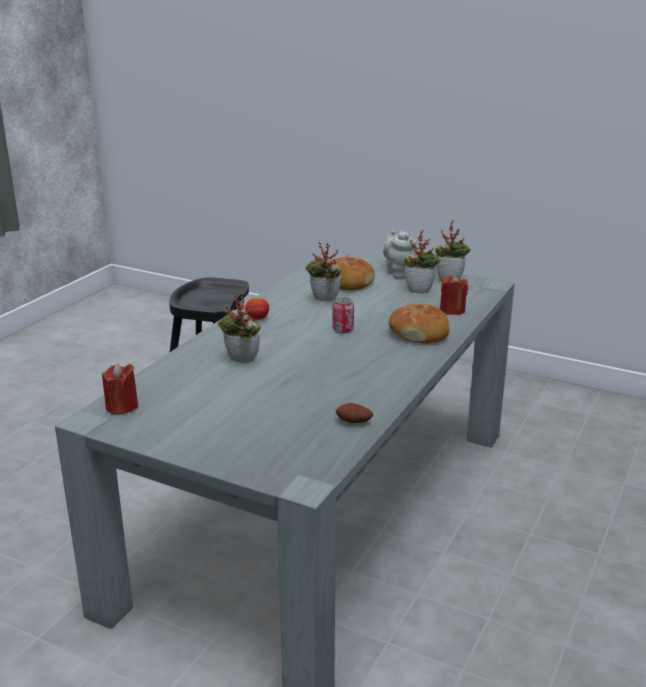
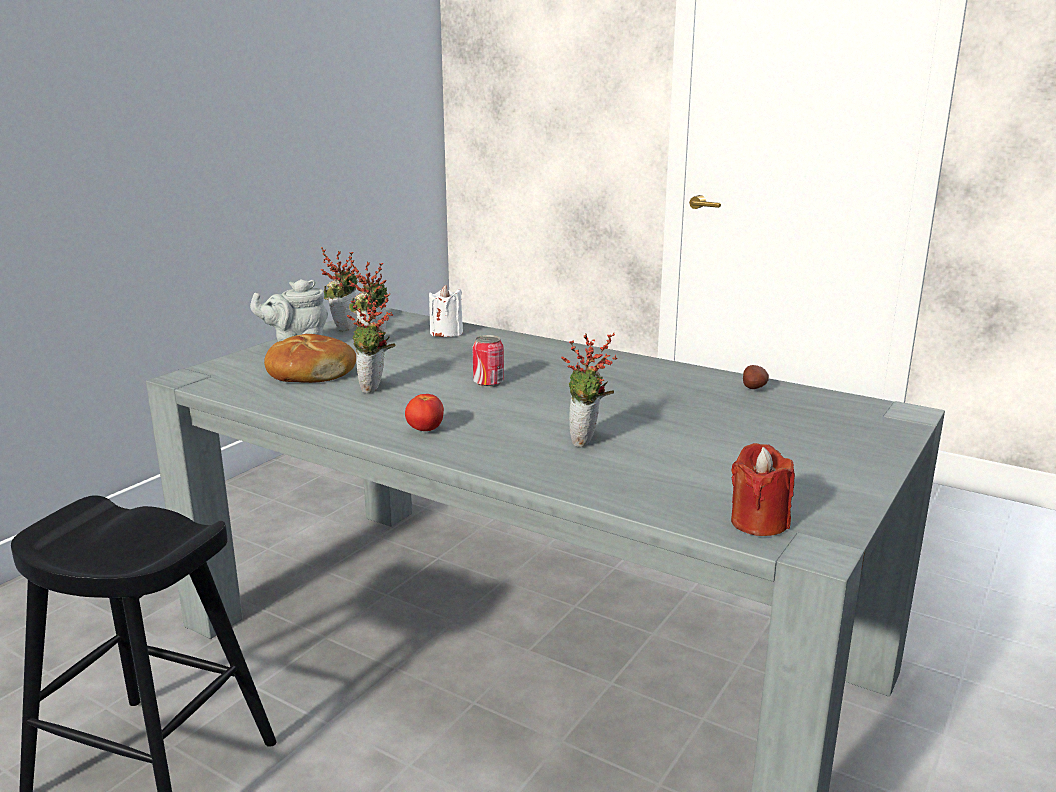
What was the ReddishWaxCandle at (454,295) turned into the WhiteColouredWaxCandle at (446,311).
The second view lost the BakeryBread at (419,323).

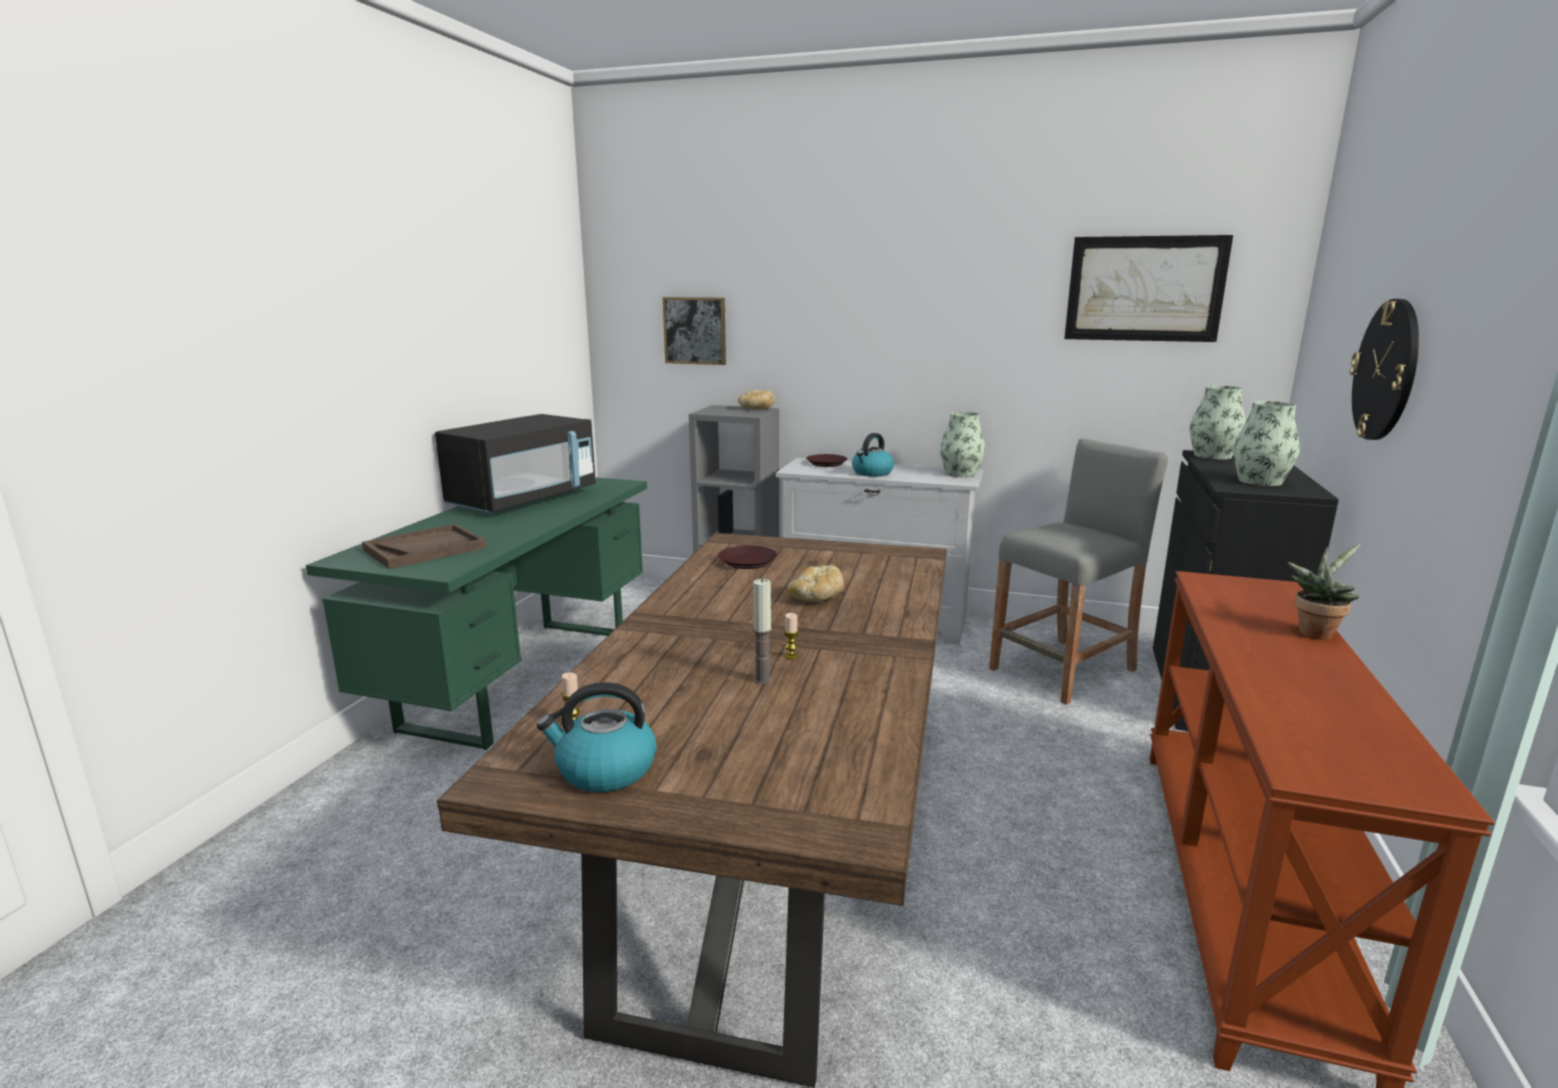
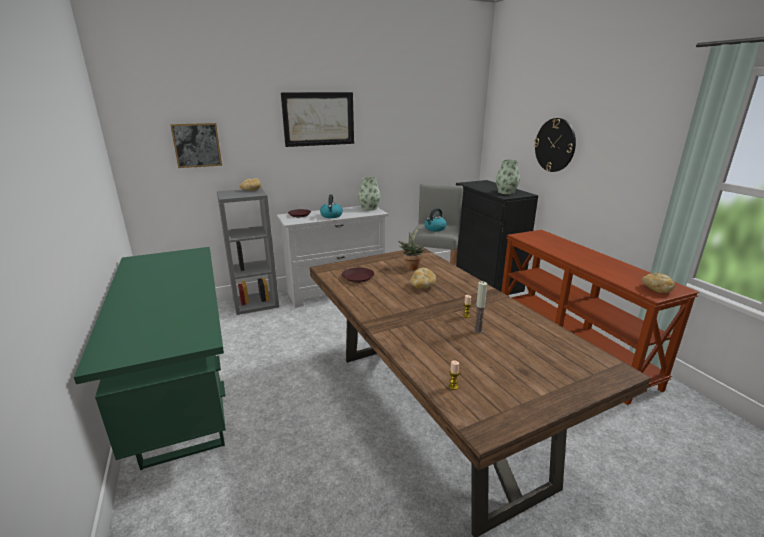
The Picture ended up elsewhere, having gone from (1148,288) to (317,119).
The second view lost the Vase at (1218,422).
The second view lost the BlackishKitchenMicrowave at (515,464).
The second view lost the BrownColouredServingTray at (424,546).
The PlantInAPot ended up elsewhere, having gone from (1324,592) to (411,249).
The Kettle ended up elsewhere, having gone from (597,737) to (436,219).
The second view gained the BakeryBread at (658,283).

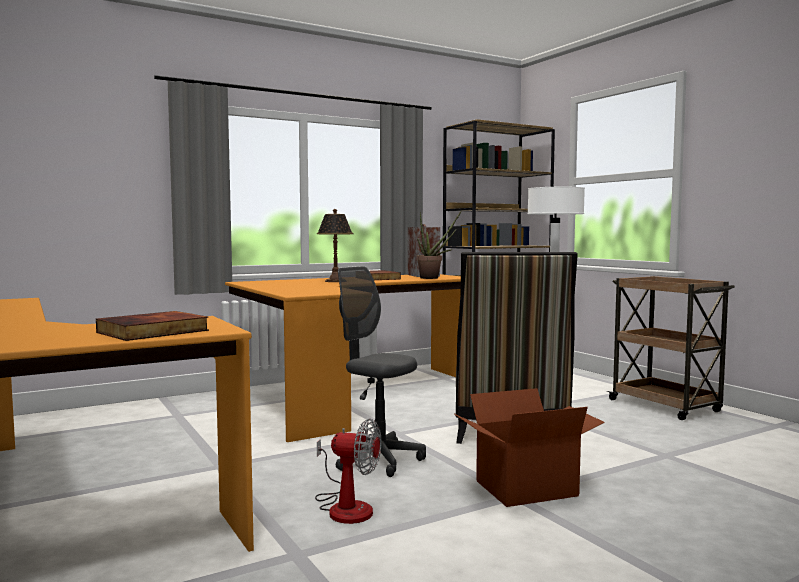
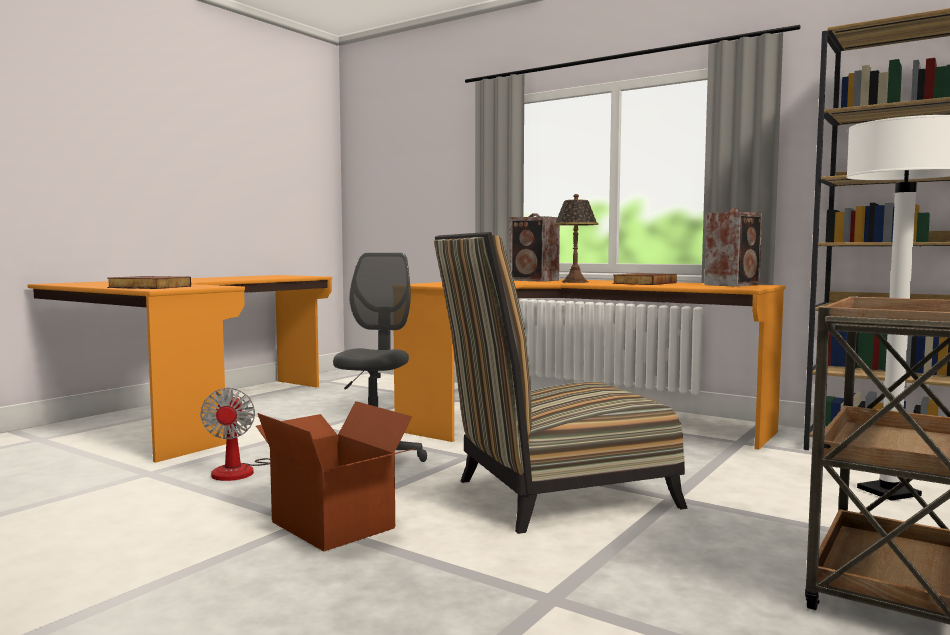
The second view lost the PlantInAPot at (439,244).
The second view gained the Loudspeaker at (534,247).

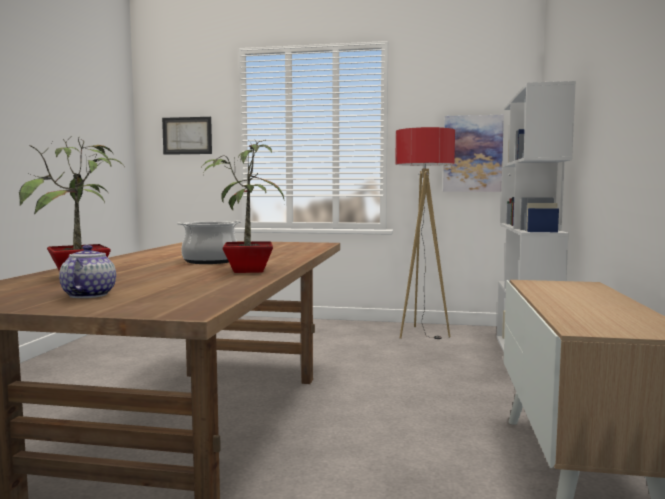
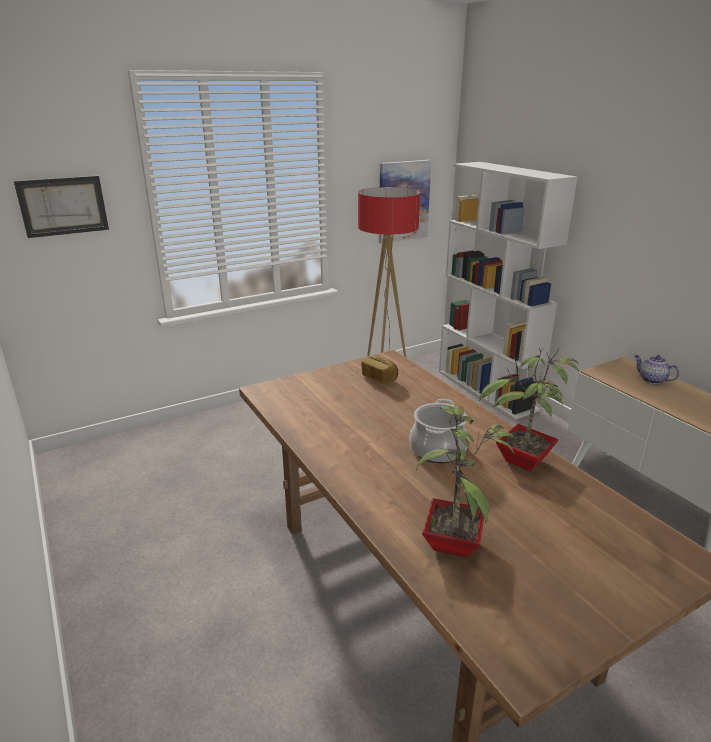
The PotForTea ended up elsewhere, having gone from (87,271) to (657,369).
The second view gained the BakeryBread at (379,370).

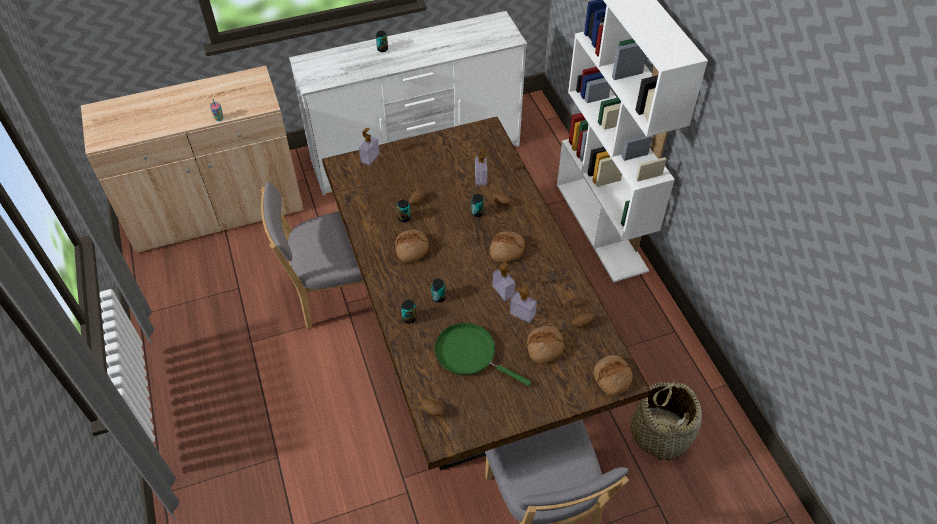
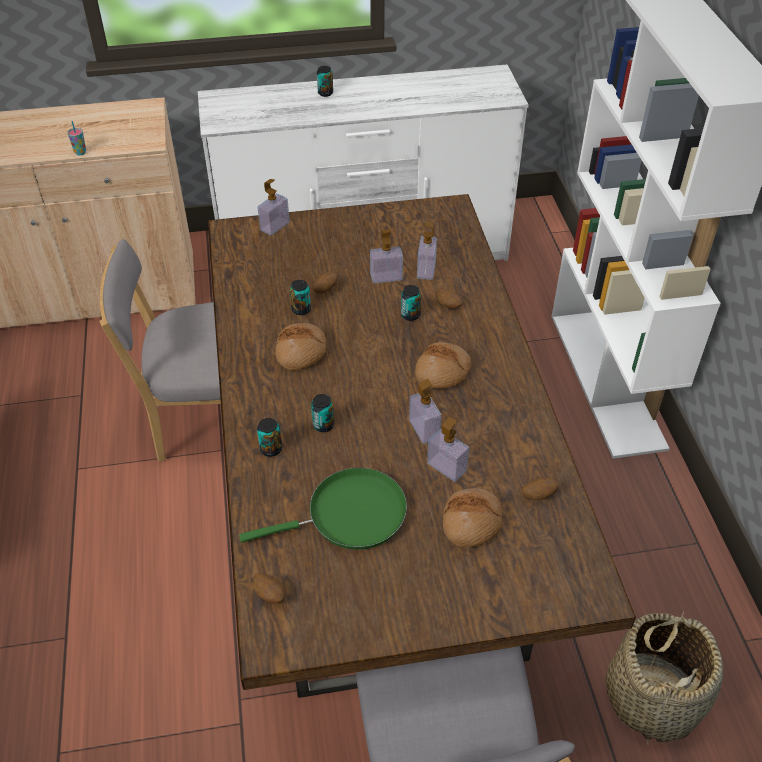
The GreenSkillet at (483,354) ended up facing another way, 120 degrees clockwise from before.
The second view lost the BakeryBread at (613,375).
The second view gained the SoapDispenser at (386,256).

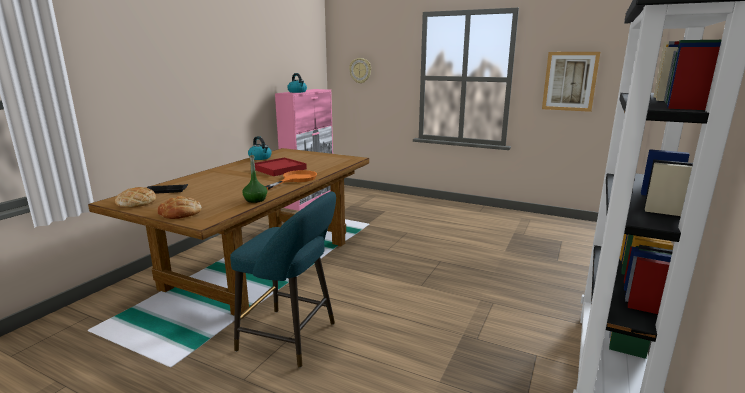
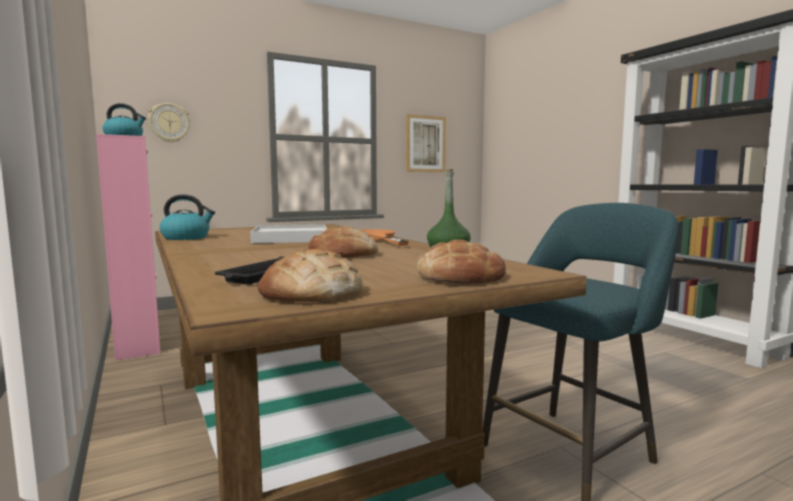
What was the ReddishServingTray at (280,166) turned into the WhiteColouredServingTray at (288,233).
The second view gained the BakeryBread at (343,242).

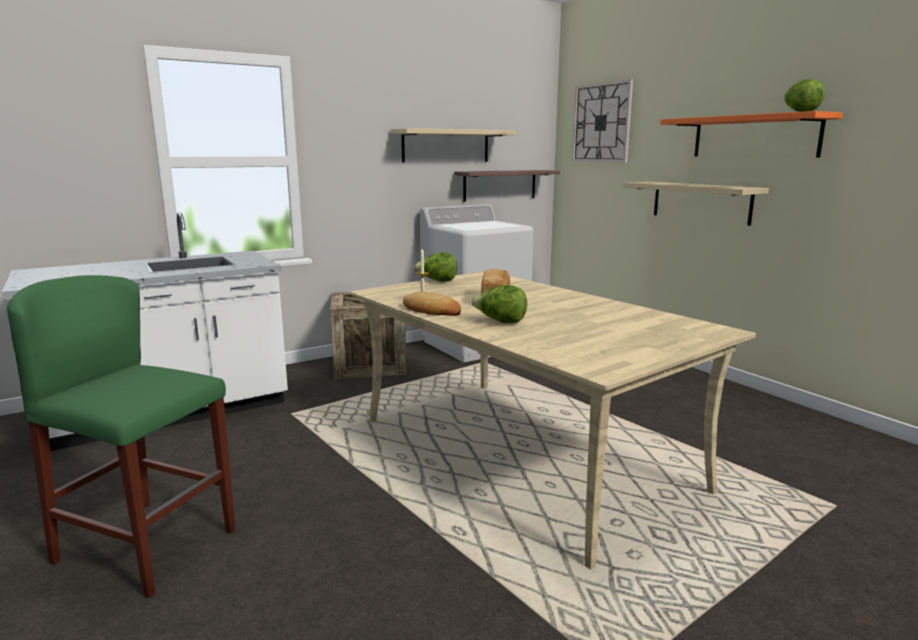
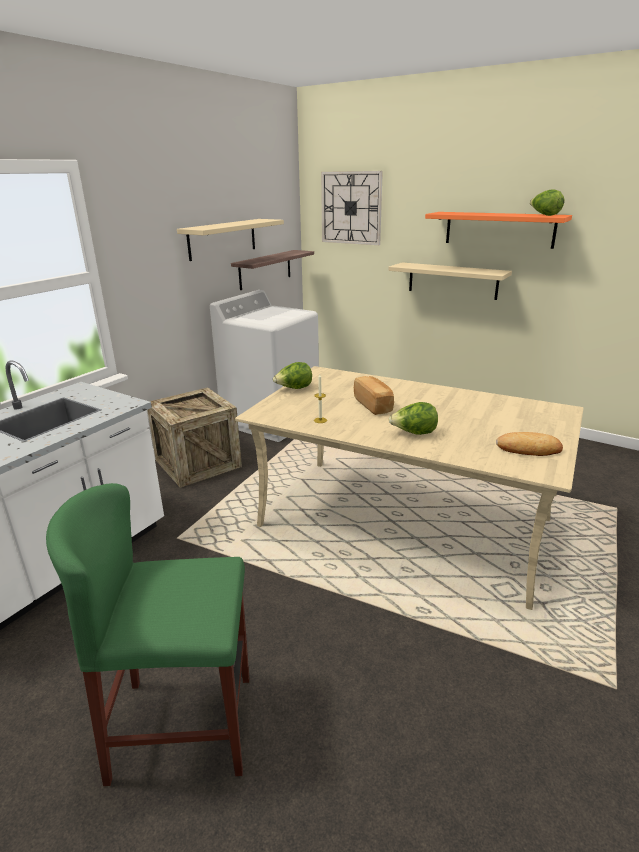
The BakeryBread ended up elsewhere, having gone from (432,304) to (529,444).

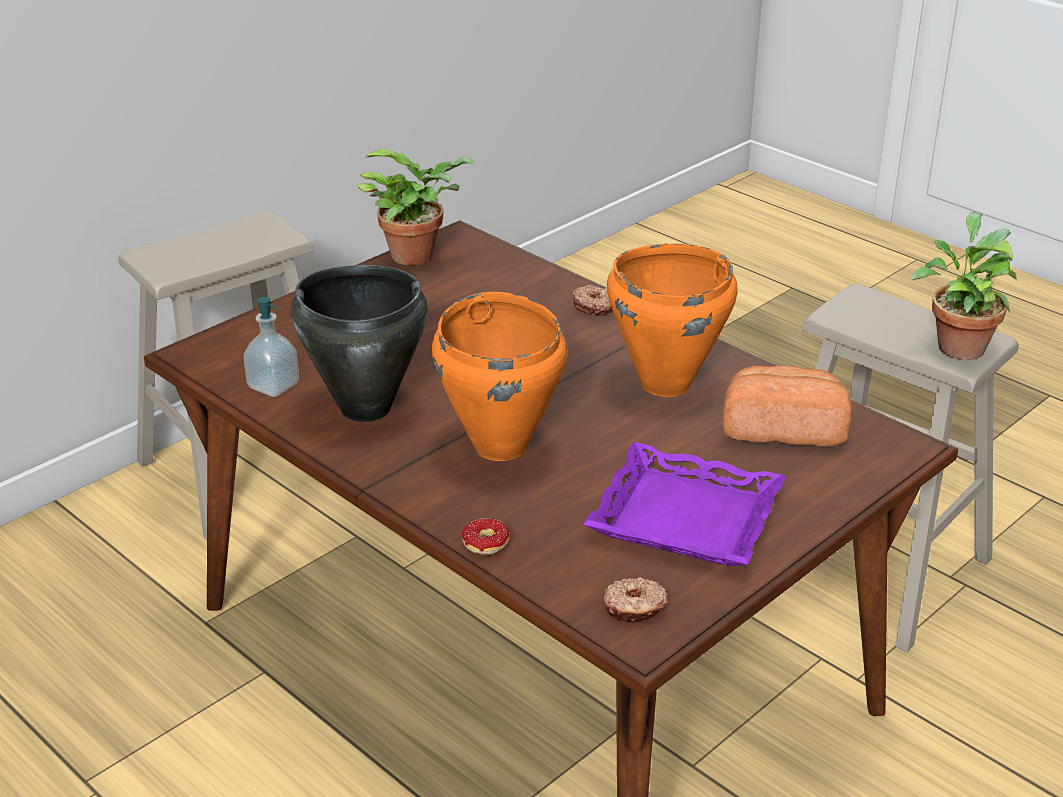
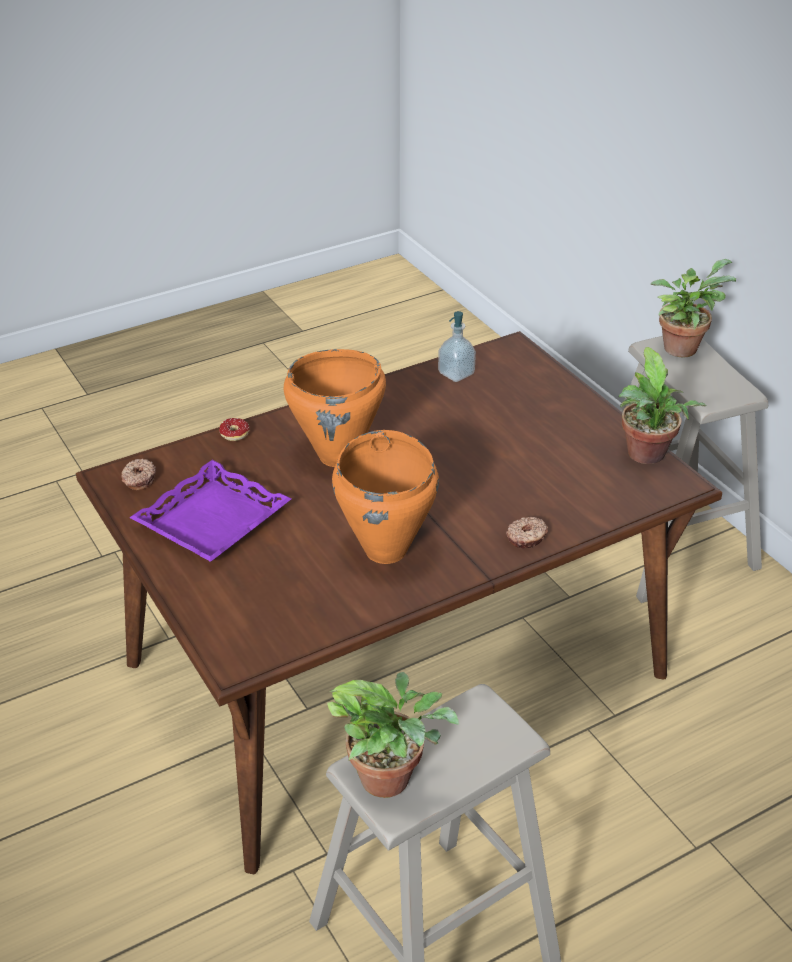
The second view lost the BlackishStockpot at (359,343).
The second view lost the BakeryBread at (787,406).
The second view gained the PlantInAPot at (693,308).

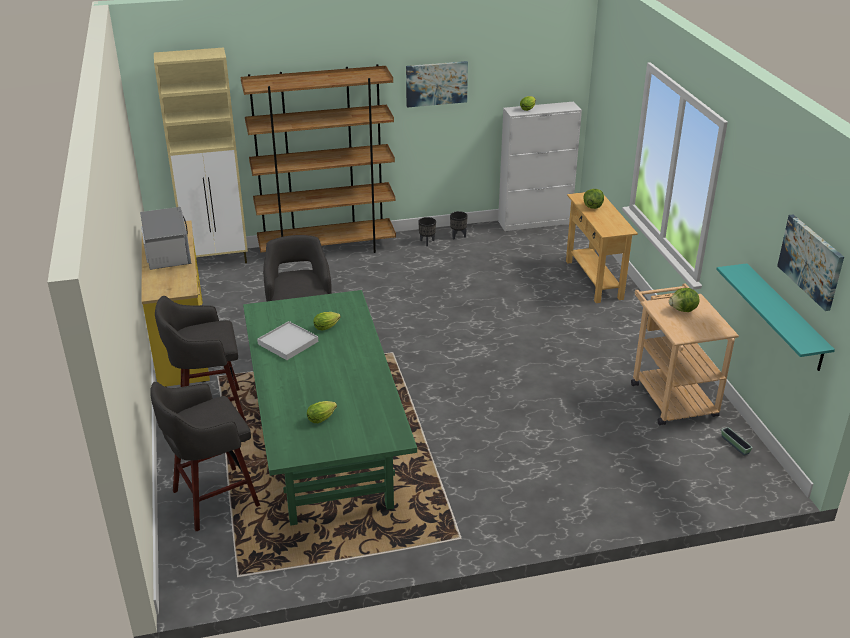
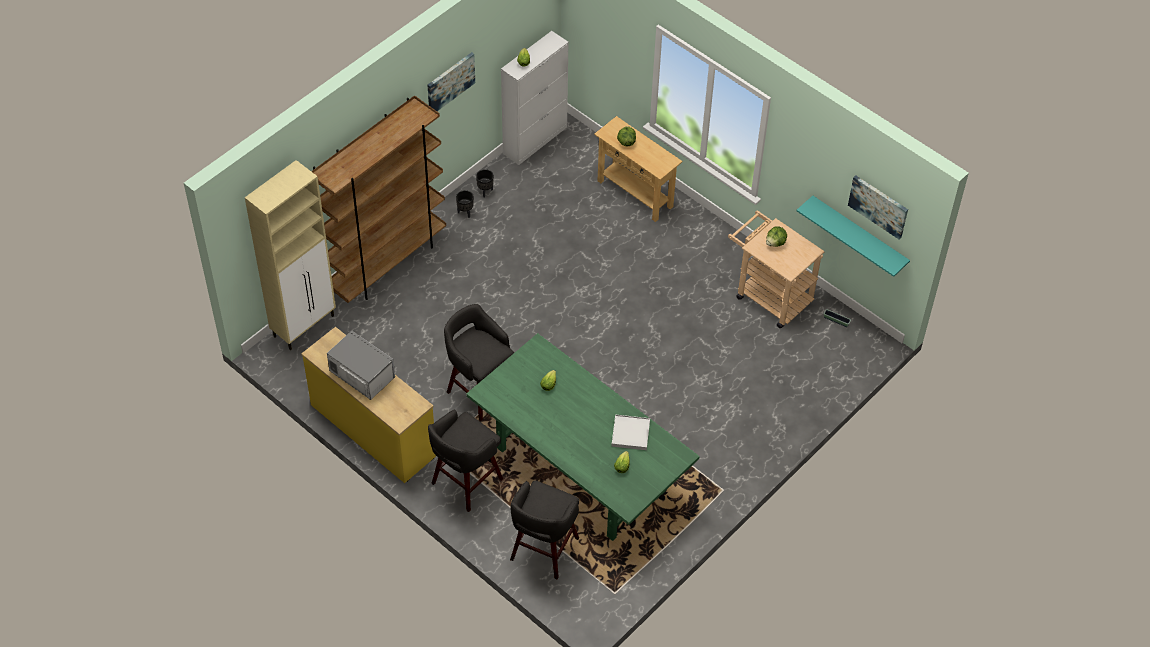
The WhiteColouredServingTray ended up elsewhere, having gone from (287,340) to (631,432).

